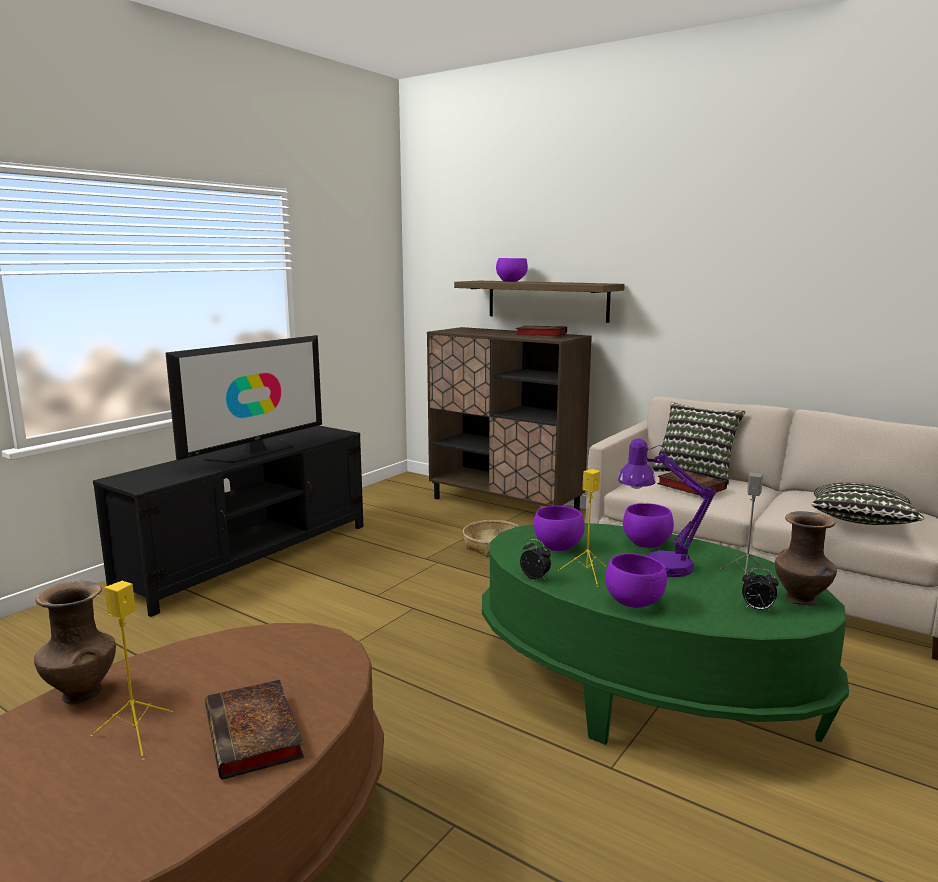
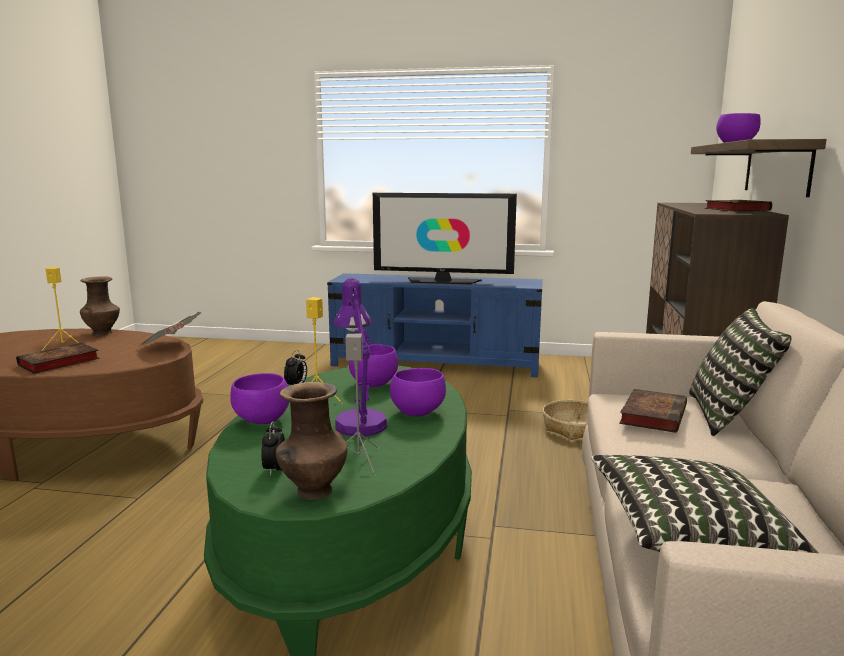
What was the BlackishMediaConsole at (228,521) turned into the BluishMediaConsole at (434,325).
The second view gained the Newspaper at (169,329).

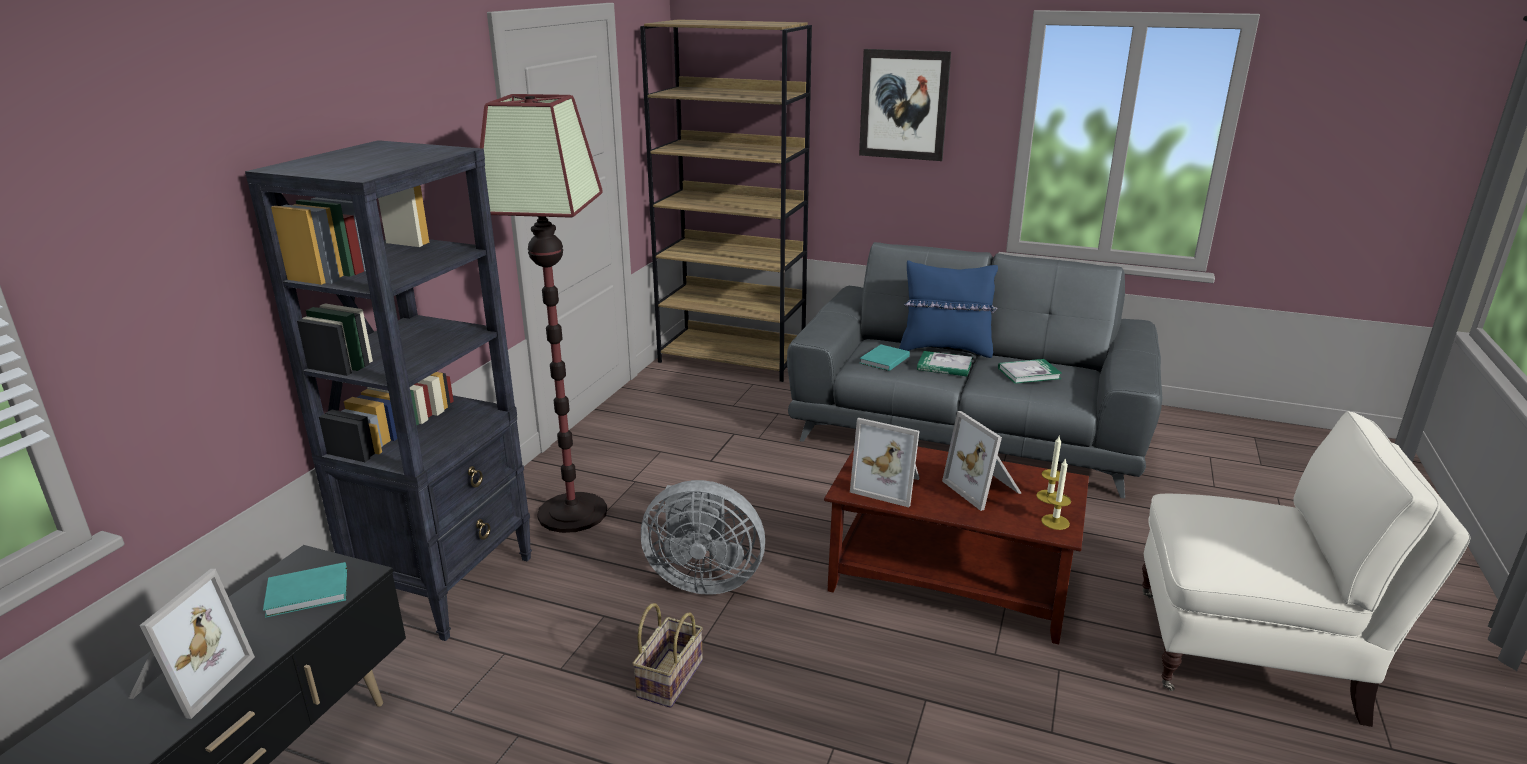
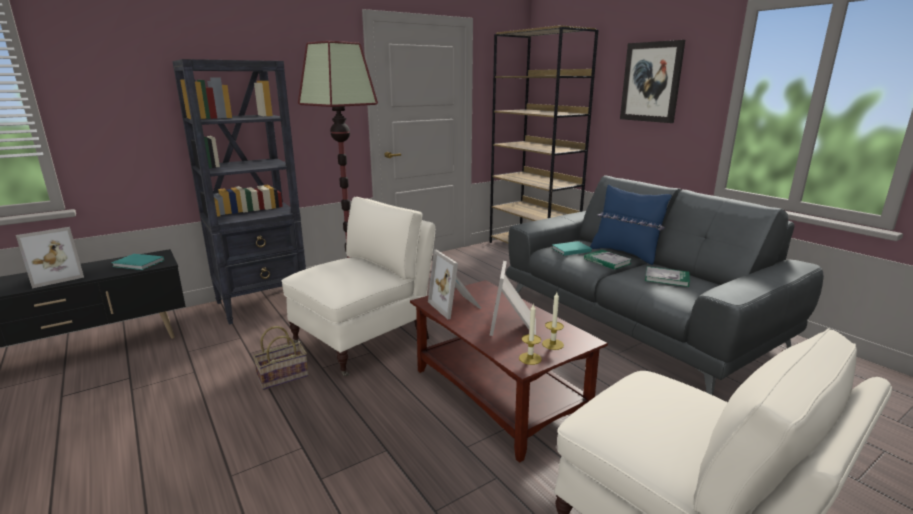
Where the GreyishFan stood at (703,537), the BeigeColouredLoungeChair came to stand at (358,286).

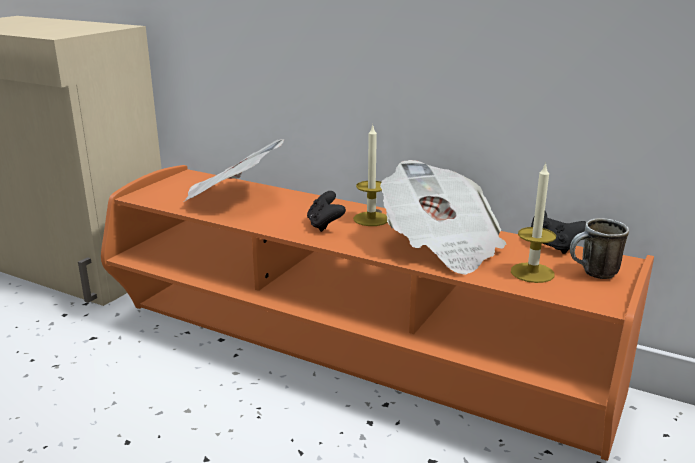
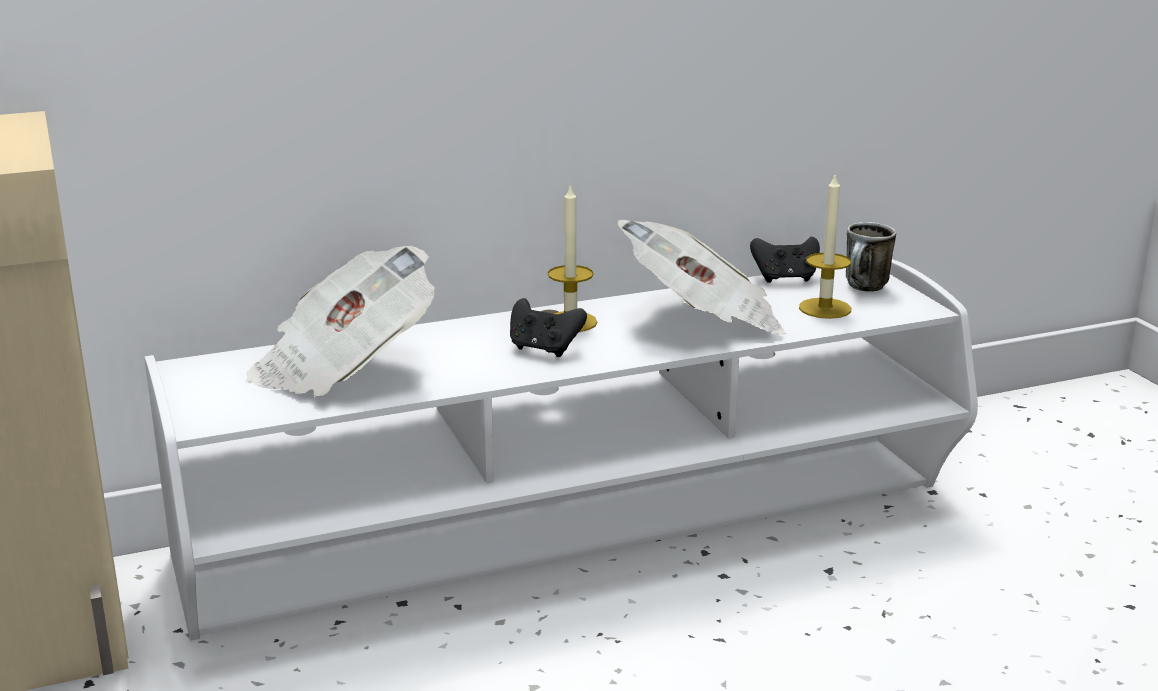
What was the OrangeColouredMediaConsole at (377,313) turned into the WhiteColouredMediaConsole at (561,449).

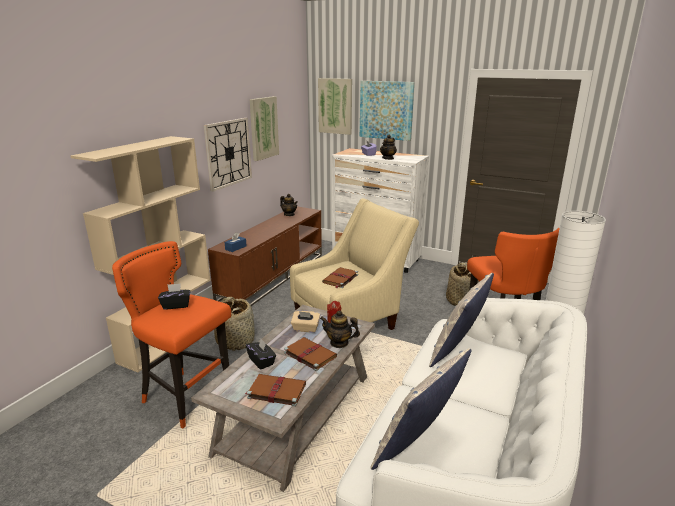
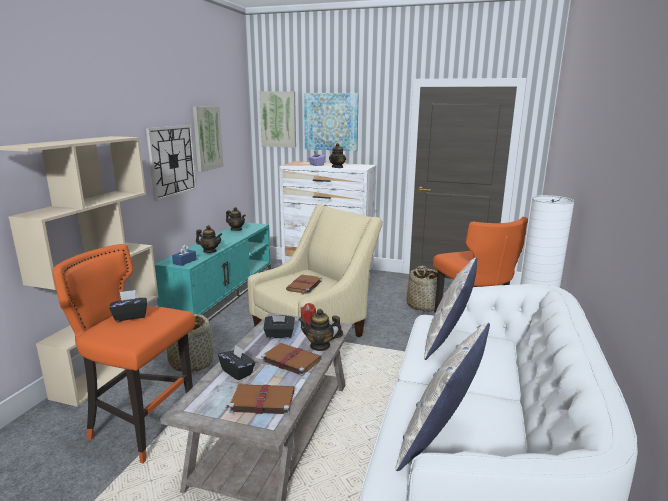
What was the BrownColouredMediaConsole at (265,256) turned into the TurquoiseMediaConsole at (213,271).
What was the BeigeColouredTissueBox at (305,322) turned into the BlackishTissueBox at (279,326).
The second view gained the PotForTea at (209,239).

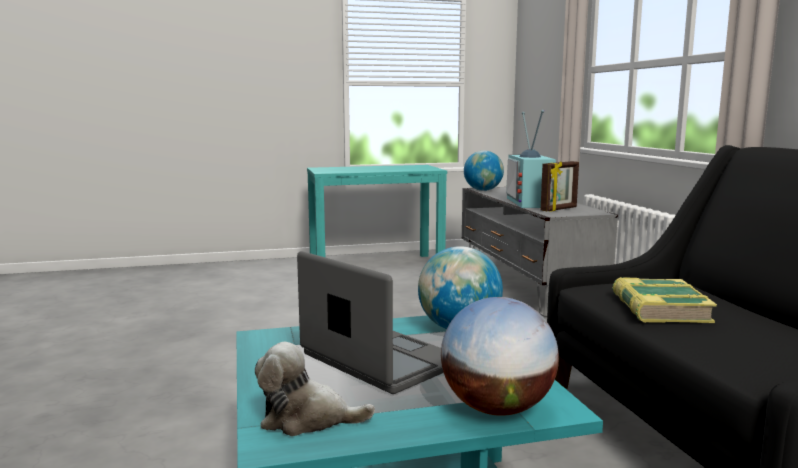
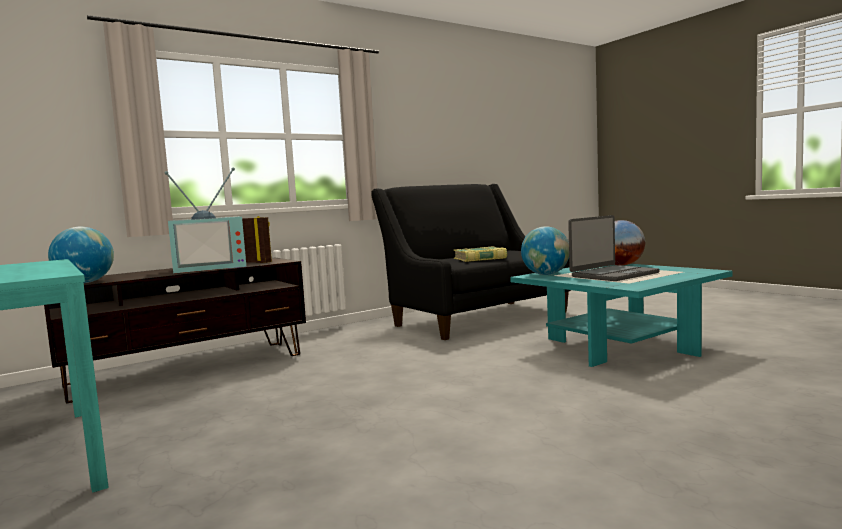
What was the GreyishMediaConsole at (540,252) turned into the BrownColouredMediaConsole at (175,330).
The NotebookComputer at (370,322) ended up facing another way, 150 degrees counterclockwise from before.
The second view lost the PlushToy at (315,389).

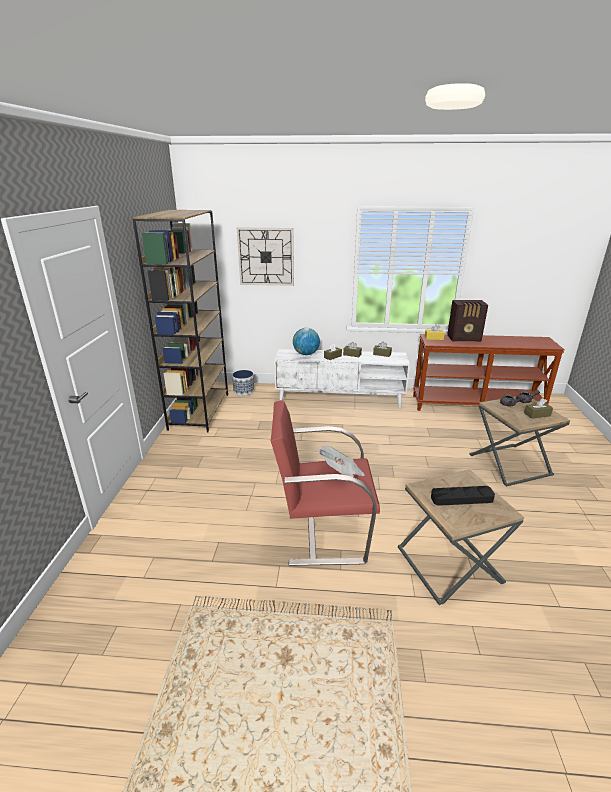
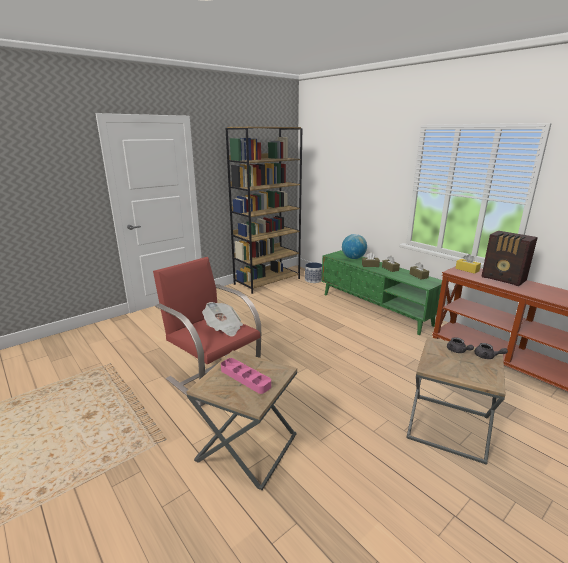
The second view lost the HangingClock at (265,256).
What was the WhiteColouredMediaConsole at (342,378) turned into the GreenMediaConsole at (381,292).
The second view lost the BrownColouredTissueBox at (538,408).
What was the BlackishServingTray at (463,496) turned into the PinkishServingTray at (246,376).

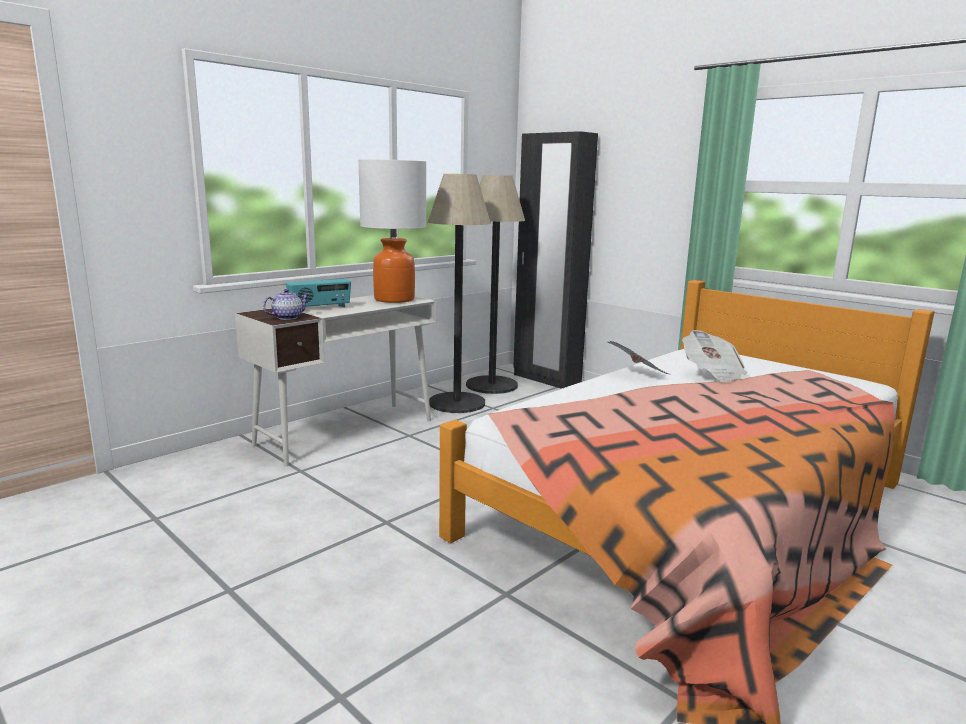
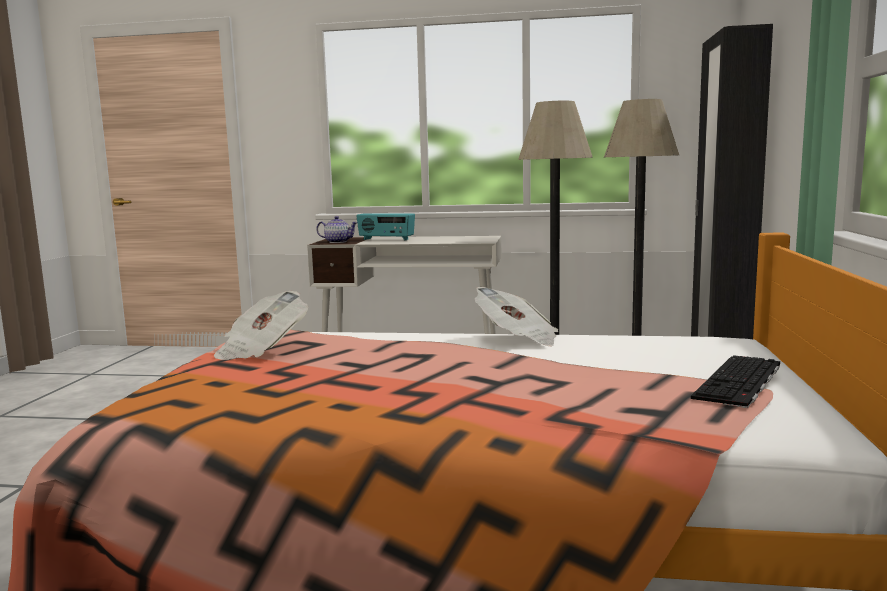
The second view lost the TabletopLamp at (392,231).
The Newspaper ended up elsewhere, having gone from (714,356) to (261,325).
The second view gained the ComputerKeyboard at (735,381).

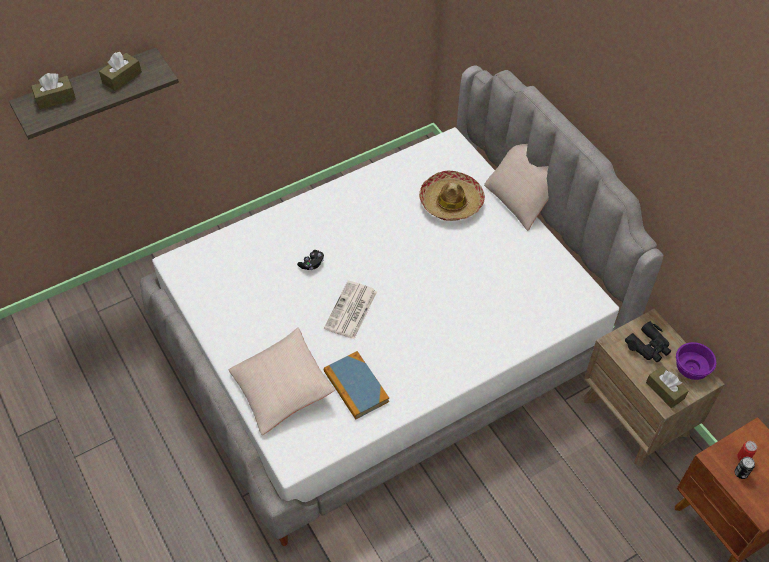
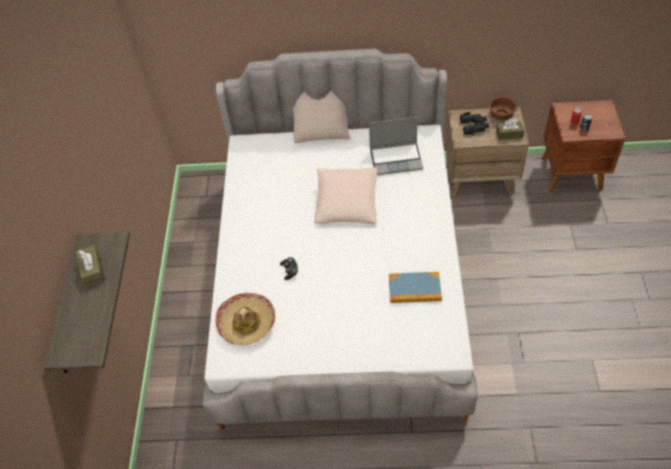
The second view lost the BrownColouredTissueBox at (53,91).
The Hat ended up elsewhere, having gone from (452,195) to (245,319).
The second view lost the Newspaper at (350,310).
The BeigeColouredCushion ended up elsewhere, having gone from (281,381) to (346,196).
What was the PurplishServingBowl at (696,361) turned into the BrownColouredServingBowl at (502,108).
The second view gained the NotebookComputer at (396,146).

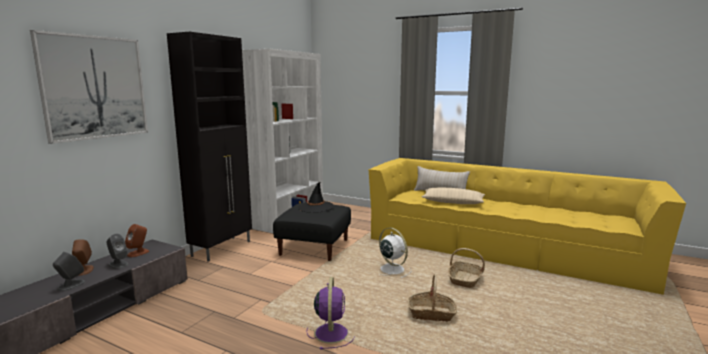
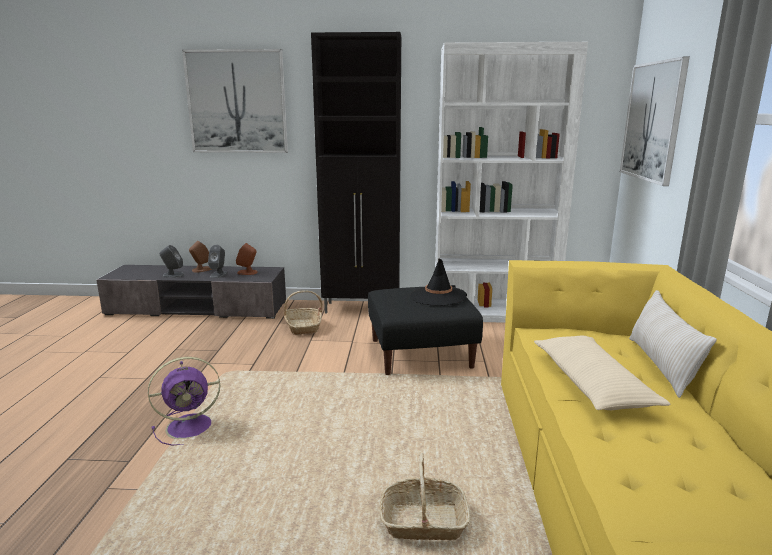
The second view lost the WhiteColouredFan at (394,253).
The Basket ended up elsewhere, having gone from (432,298) to (303,313).
The second view gained the Picture at (655,121).

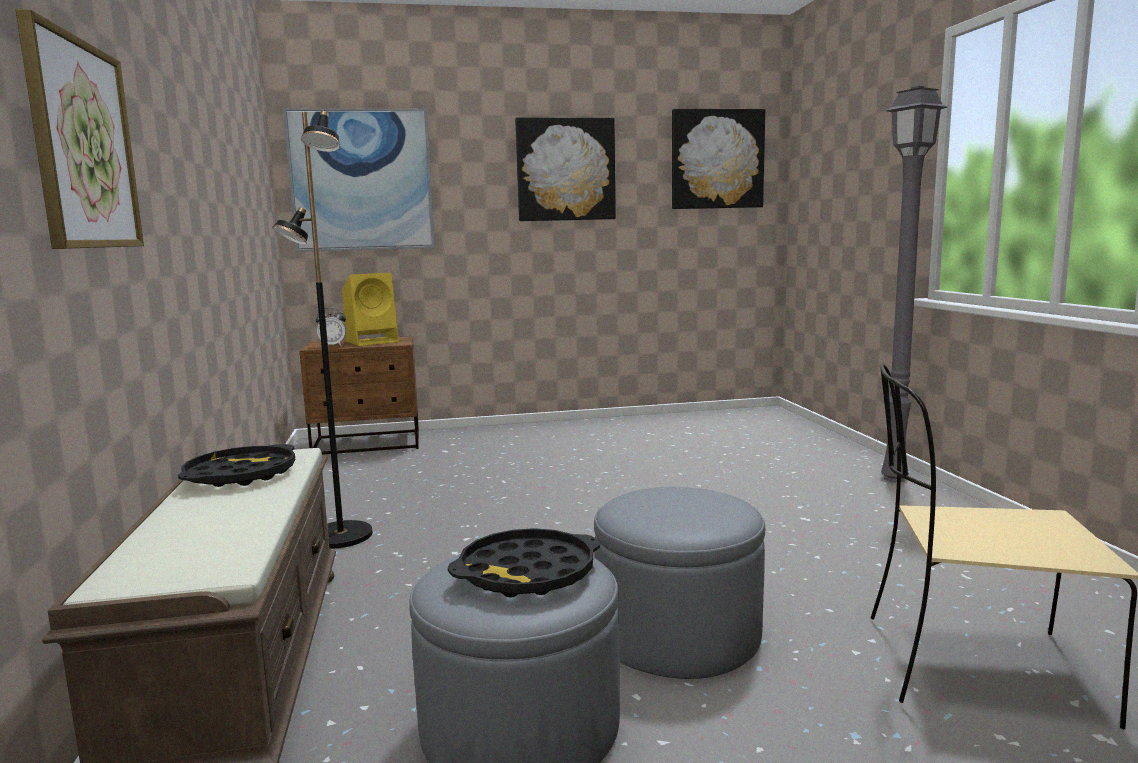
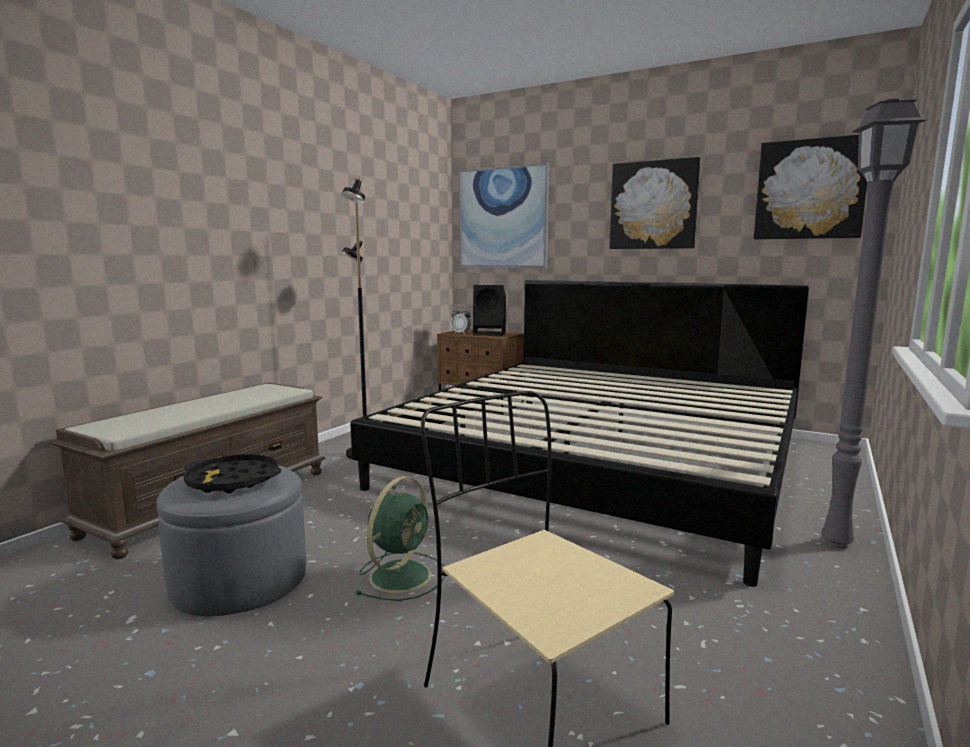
The second view lost the Picture at (80,129).
What was the YellowColouredLoudspeaker at (370,309) turned into the BlackishLoudspeaker at (489,310).
The second view lost the BlackishServingTray at (236,465).
Where the GreyishOttoman stood at (679,583), the GreenFan came to stand at (400,538).
The second view gained the BedroomBed at (579,433).

